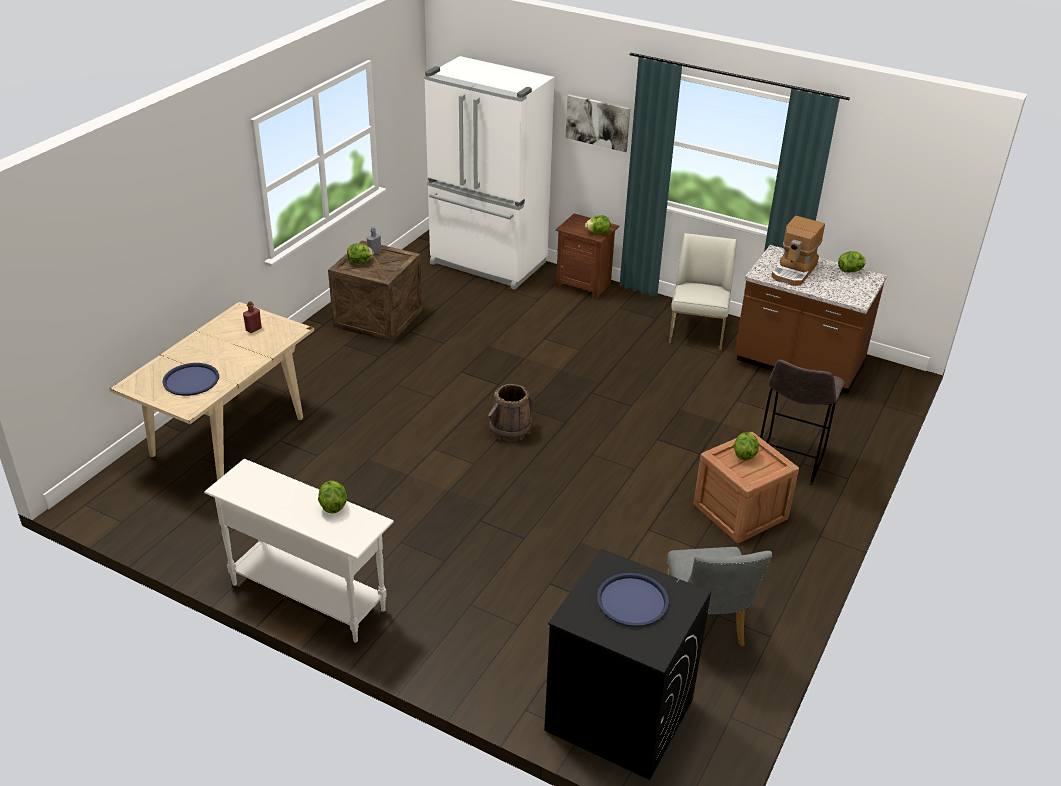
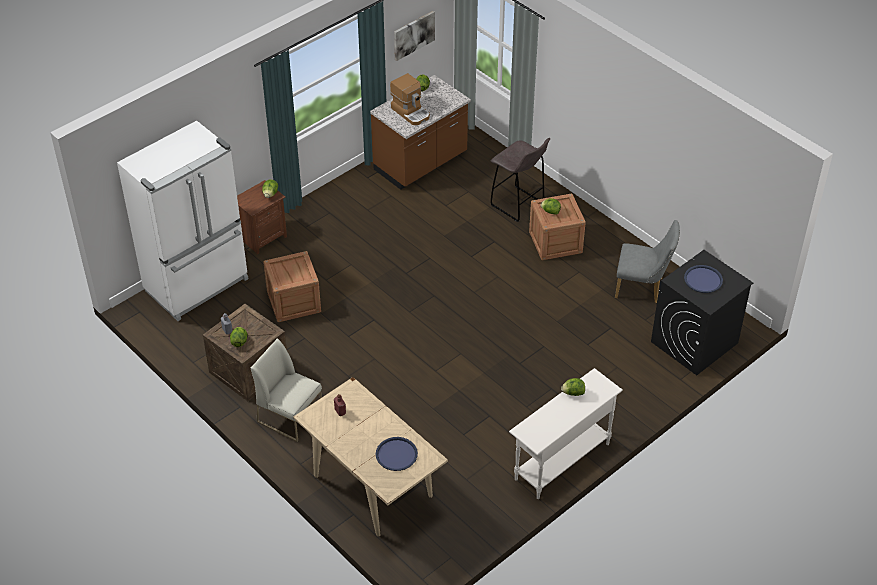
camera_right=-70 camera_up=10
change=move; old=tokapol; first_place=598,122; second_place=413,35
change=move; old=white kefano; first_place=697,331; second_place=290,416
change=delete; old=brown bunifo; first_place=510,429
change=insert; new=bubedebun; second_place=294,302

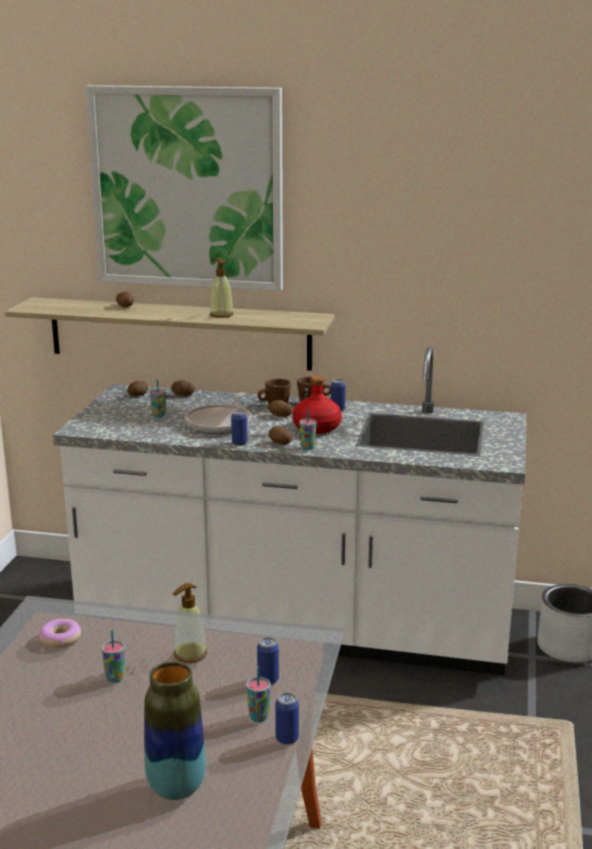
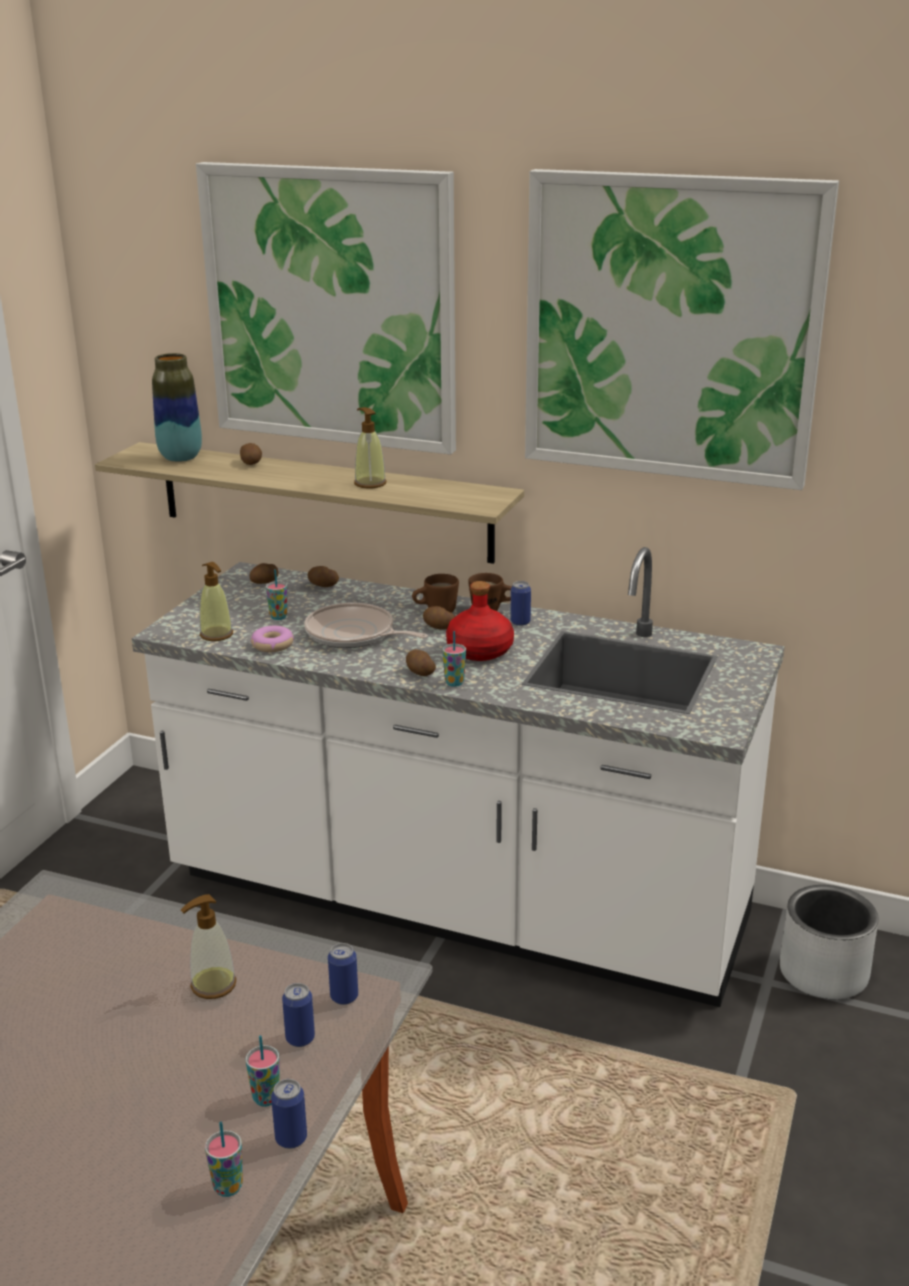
camera_right=10 camera_up=5
change=rotate; old=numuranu; first_place=220,423; second_place=354,634; degrees=90
change=move; old=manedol; first_place=239,443; second_place=344,997
change=move; old=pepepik; first_place=60,639; second_place=272,645
change=move; old=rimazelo; first_place=115,678; second_place=228,1187
change=move; old=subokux; first_place=176,787; second_place=180,457
change=insert; new=tokapol; second_place=671,329
change=insert; new=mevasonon; second_place=216,635

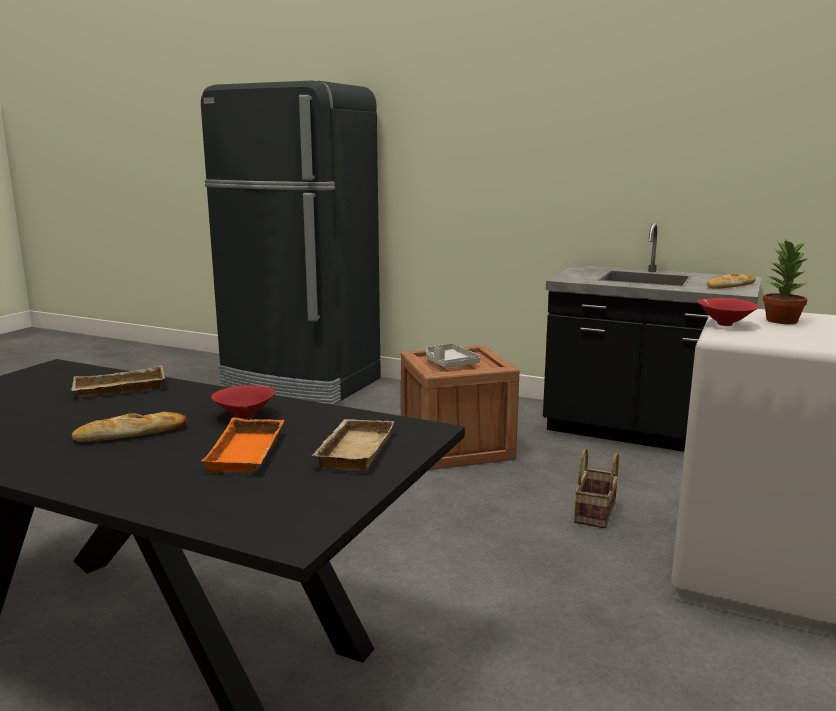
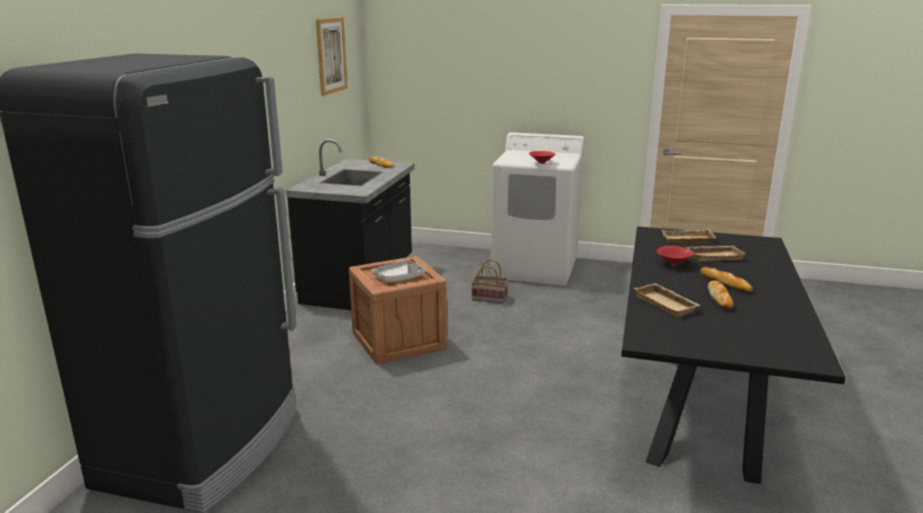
camera_right=-100 camera_up=5
change=delete; old=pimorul; first_place=780,320
change=recolor; old=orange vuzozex; new=beige vuzozex; first_place=249,453; second_place=714,256
change=insert; new=tokapol; second_place=331,55
change=insert; new=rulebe; second_place=719,298

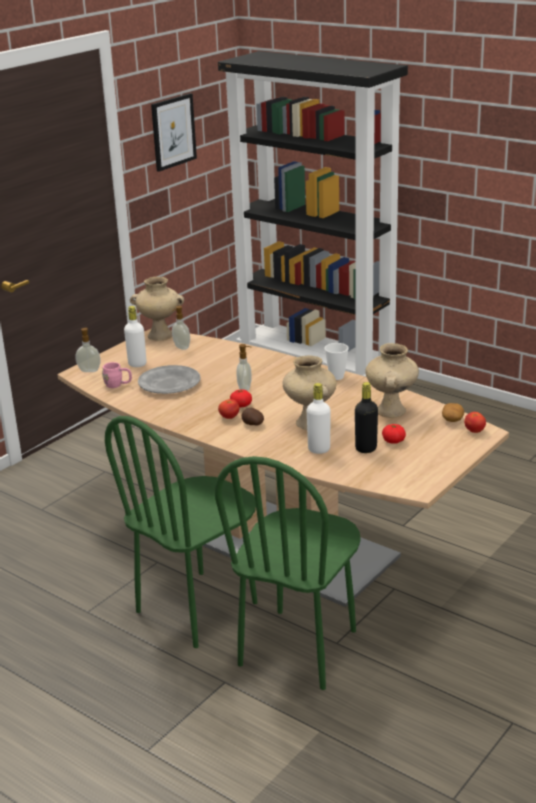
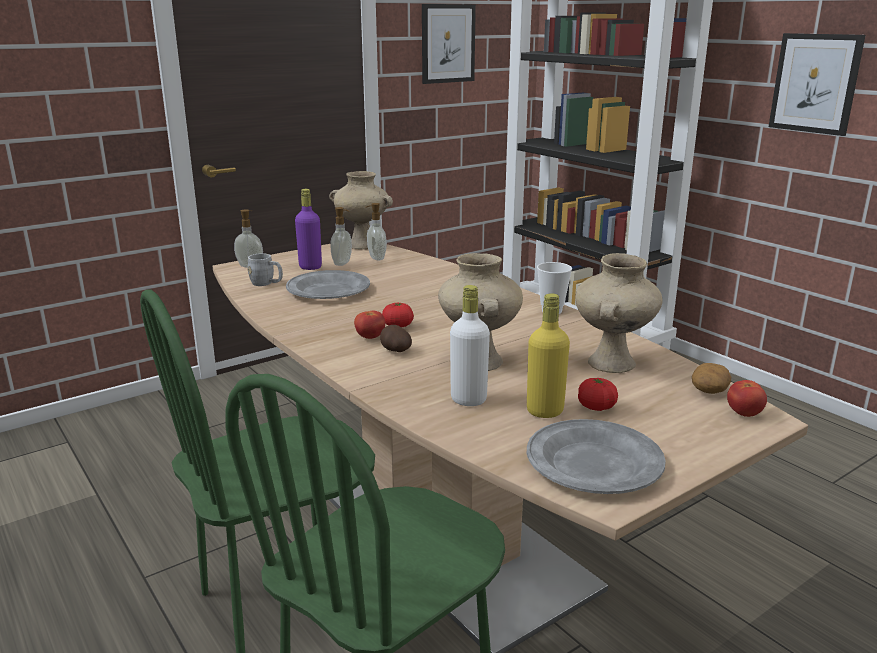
camera_right=15 camera_up=-5
change=recolor; old=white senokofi; new=purple senokofi; first_place=137,364; second_place=310,267
change=move; old=mevasonon; first_place=245,388; second_place=342,263
change=recolor; old=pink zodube; new=grey zodube; first_place=118,385; second_place=266,283
change=recolor; old=black senokofi; new=yellow senokofi; first_place=366,449; second_place=545,411
change=insert; new=tokapol; second_place=815,83
change=insert; new=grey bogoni; second_place=594,463

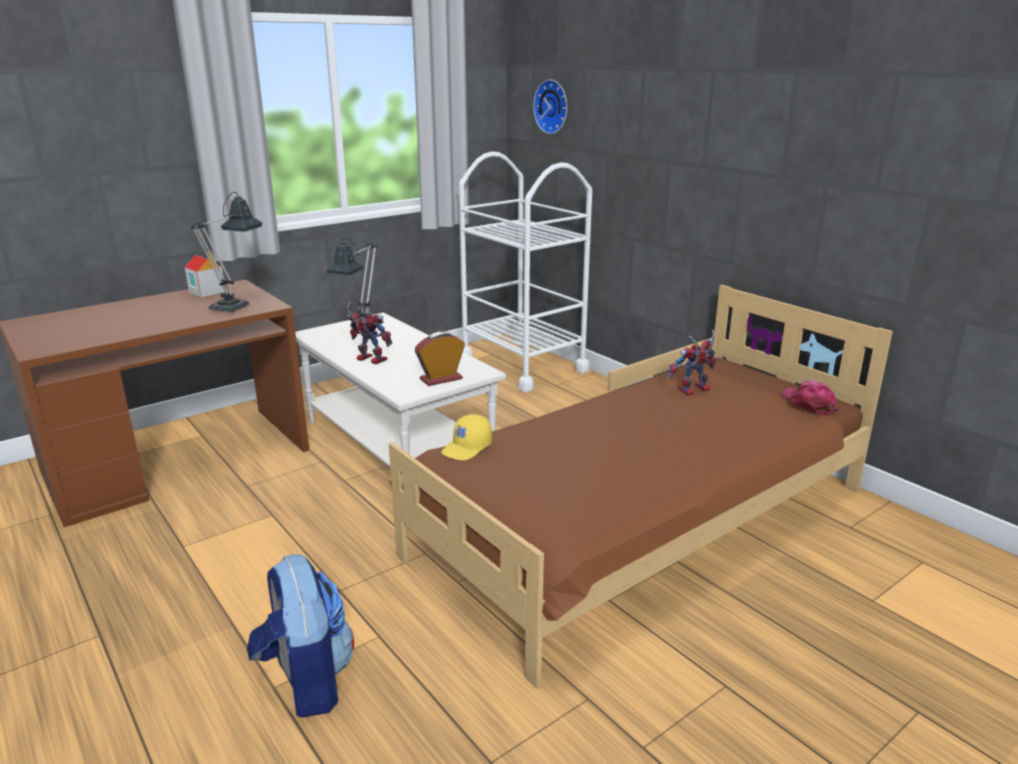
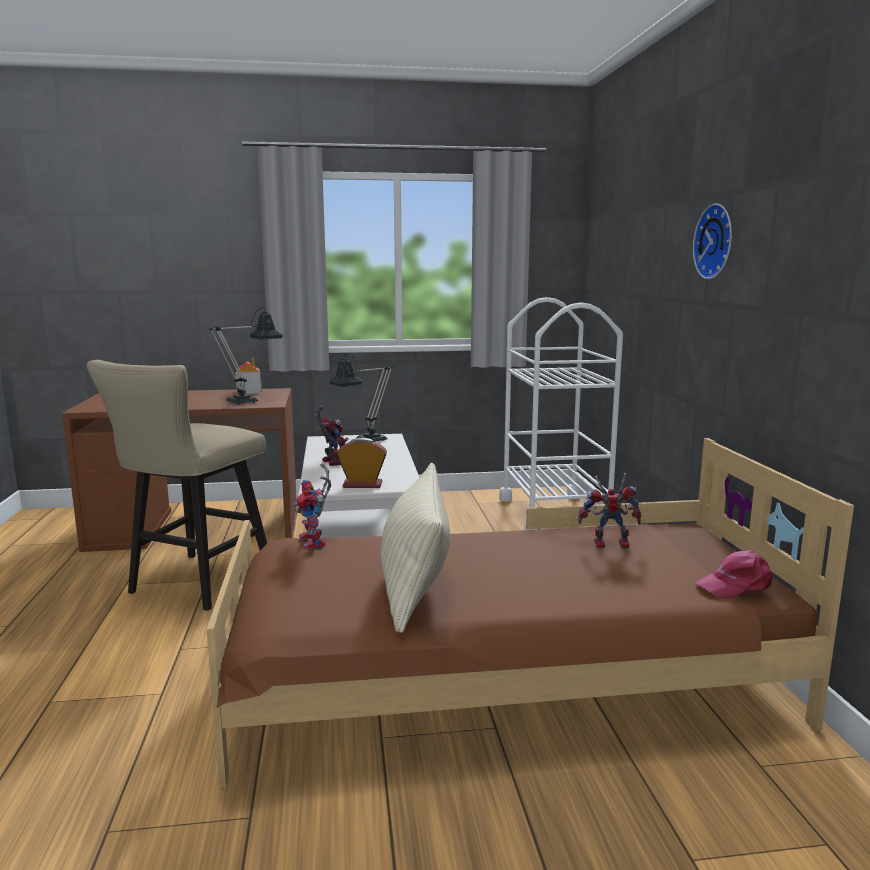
camera_right=30 camera_up=-10
change=move; old=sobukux; first_place=553,106; second_place=717,242
change=rotate; old=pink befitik; first_place=808,403; second_place=735,585; degrees=-120
change=replace; old=yellow befitik; new=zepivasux; first_place=467,448; second_place=315,542
change=delete; old=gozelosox; first_place=306,681
change=insert; new=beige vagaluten; second_place=194,585
change=insert; new=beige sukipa; second_place=415,586

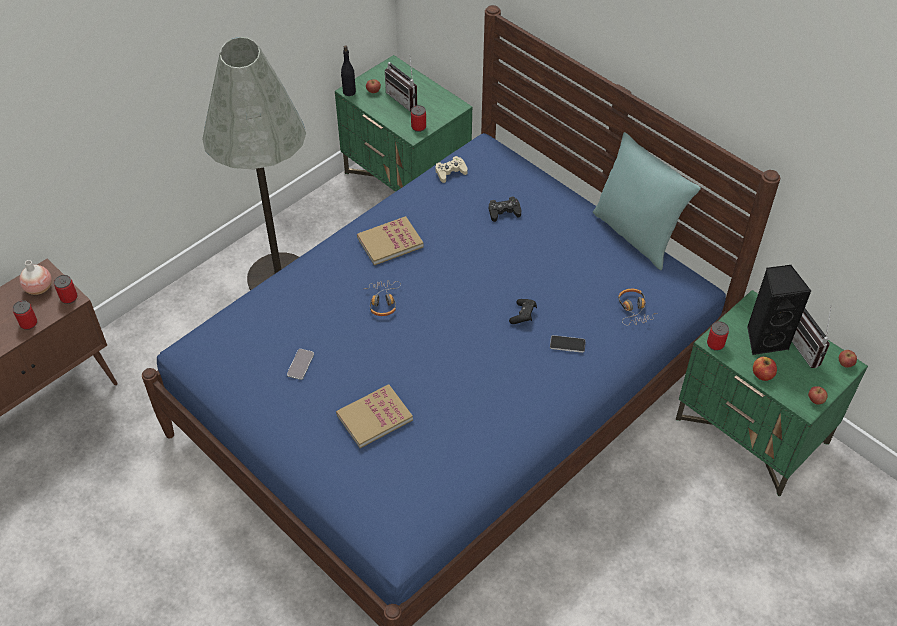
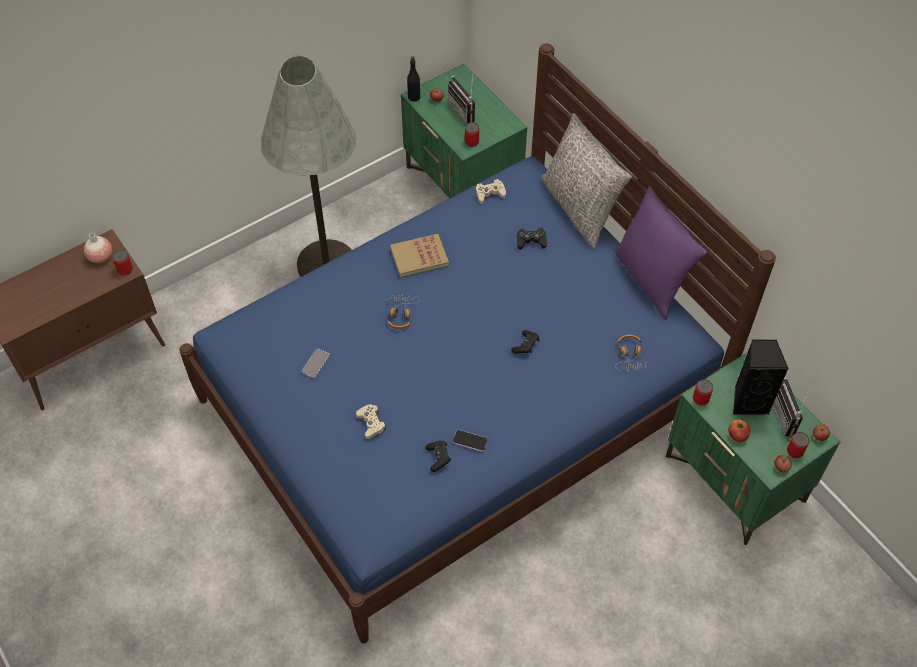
camera_right=10 camera_up=5
change=recolor; old=turquoise sukipa; new=purple sukipa; first_place=636,234; second_place=651,280
change=move; old=manedol; first_place=28,323; second_place=795,451
change=move; old=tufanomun; first_place=567,344; second_place=470,441
change=replace; old=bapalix; new=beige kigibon; first_place=374,417; second_place=371,423
change=insert; new=grey sukipa; second_place=580,208
change=insert; new=black kigibon; second_place=438,458

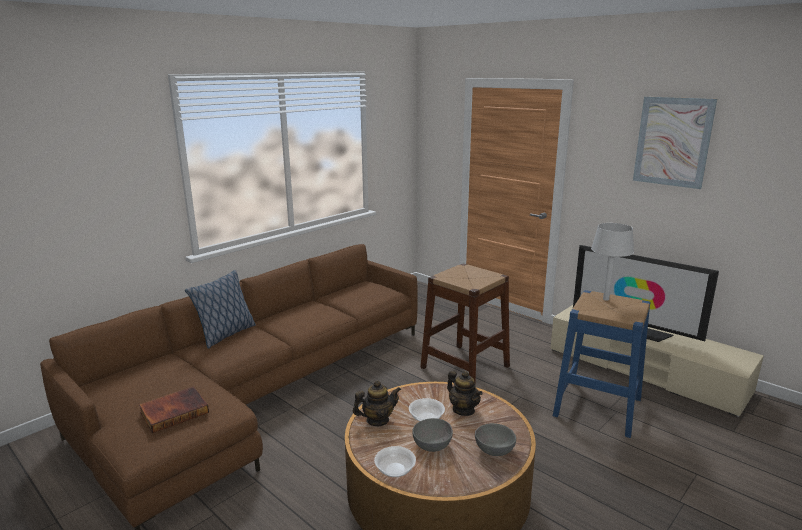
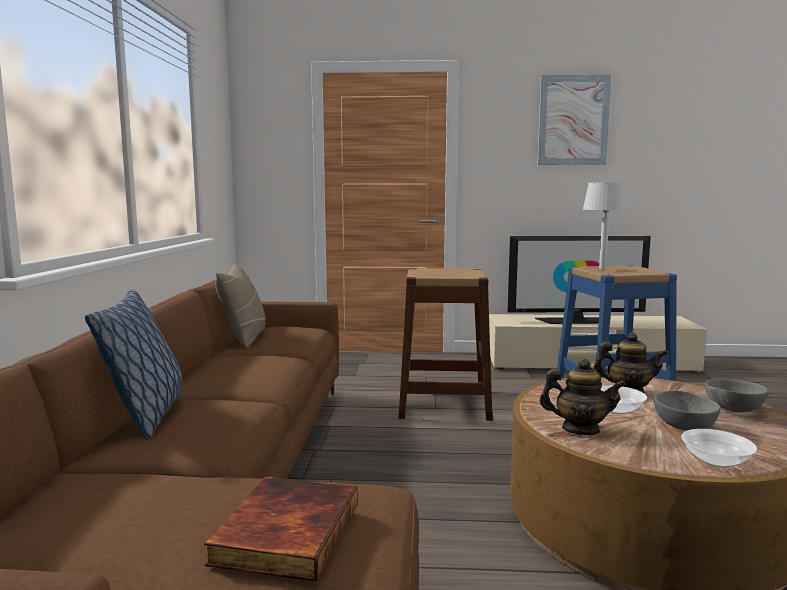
camera_right=-40 camera_up=-10
change=rotate; old=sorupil; first_place=377,420; second_place=580,429; degrees=75
change=insert; new=beige sukipa; second_place=244,338

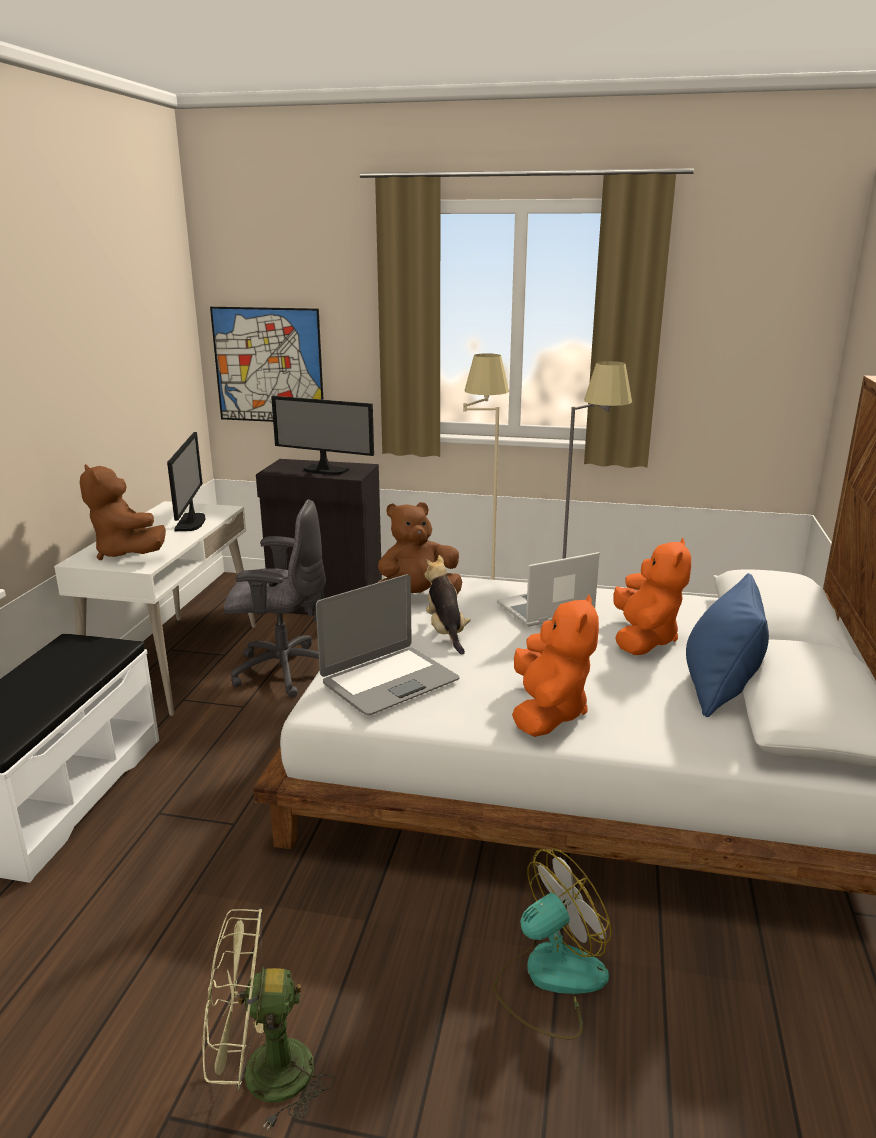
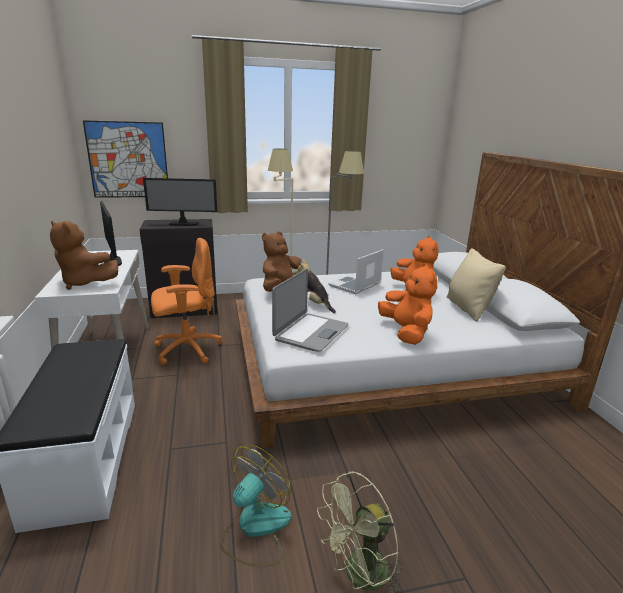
camera_right=-25 camera_up=0
change=recolor; old=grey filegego; new=orange filegego; first_place=282,670; second_place=186,349
change=recolor; old=blue sukipa; new=beige sukipa; first_place=719,689; second_place=468,308
change=move; old=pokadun; first_place=549,979; second_place=255,528

